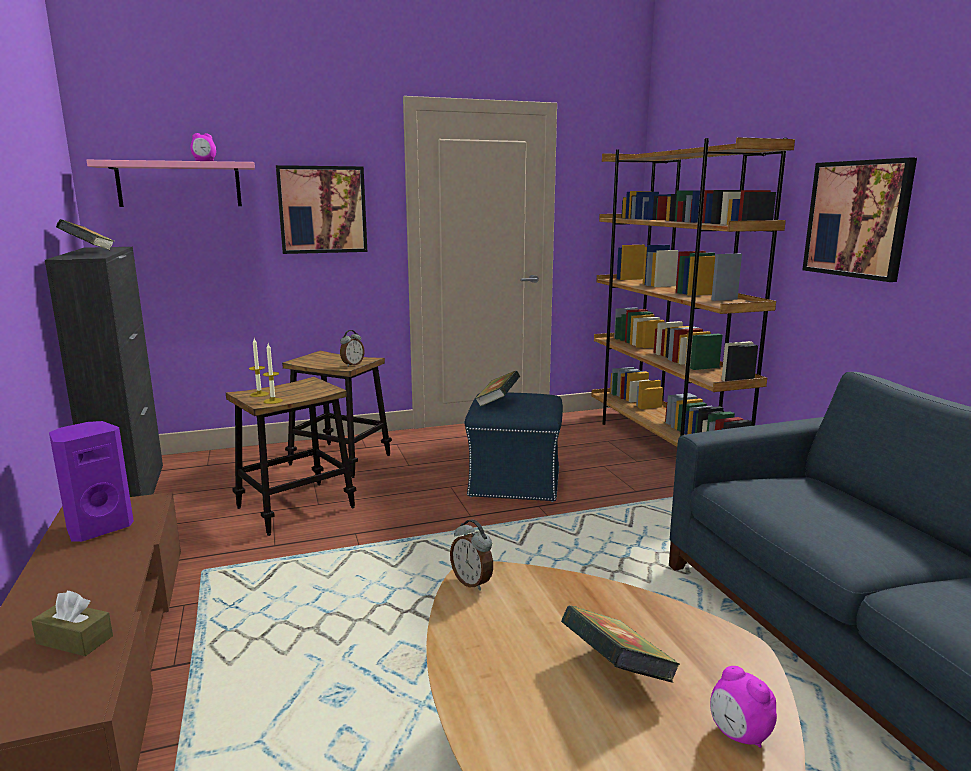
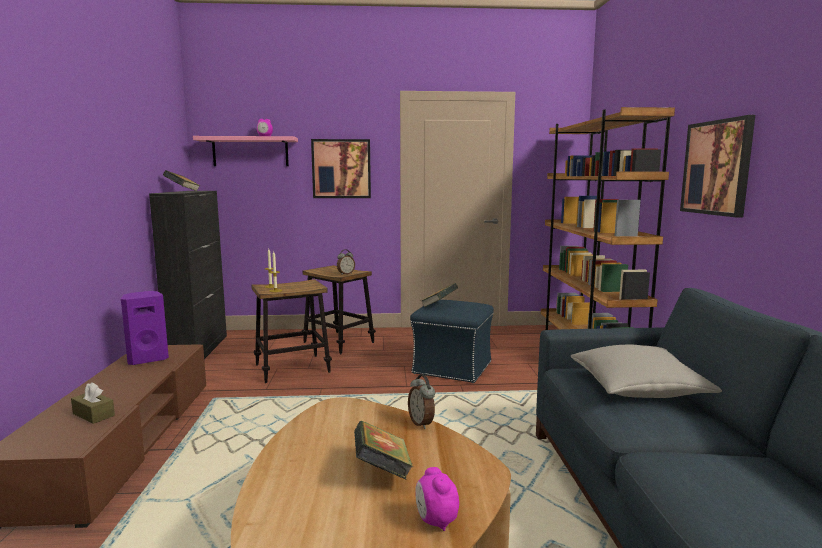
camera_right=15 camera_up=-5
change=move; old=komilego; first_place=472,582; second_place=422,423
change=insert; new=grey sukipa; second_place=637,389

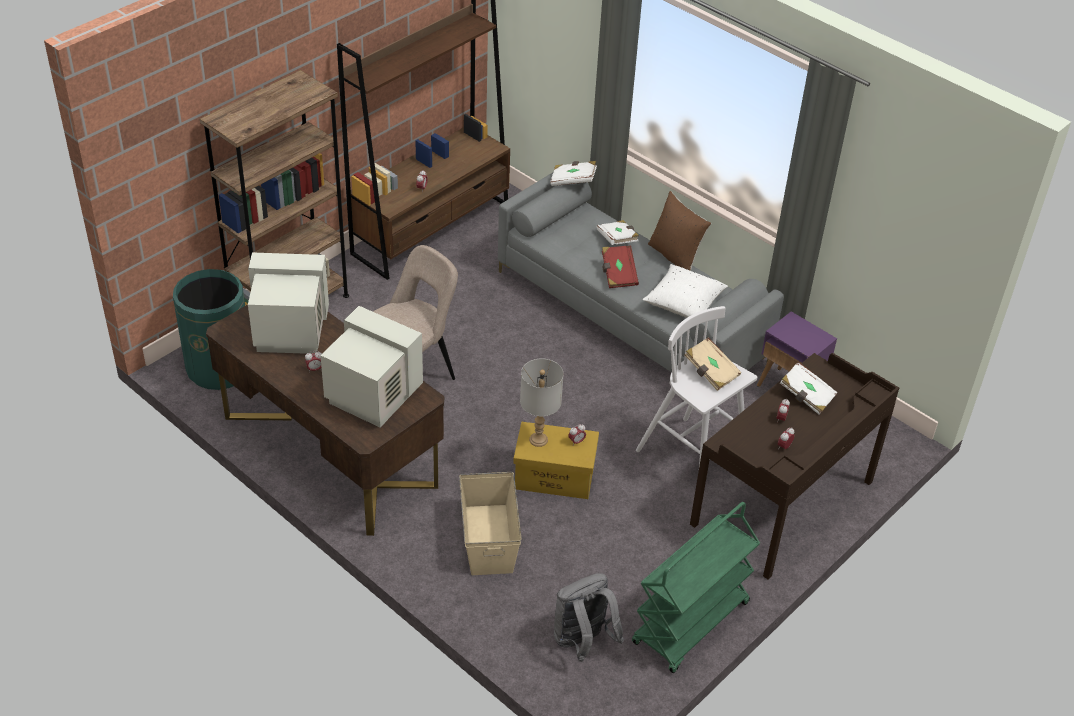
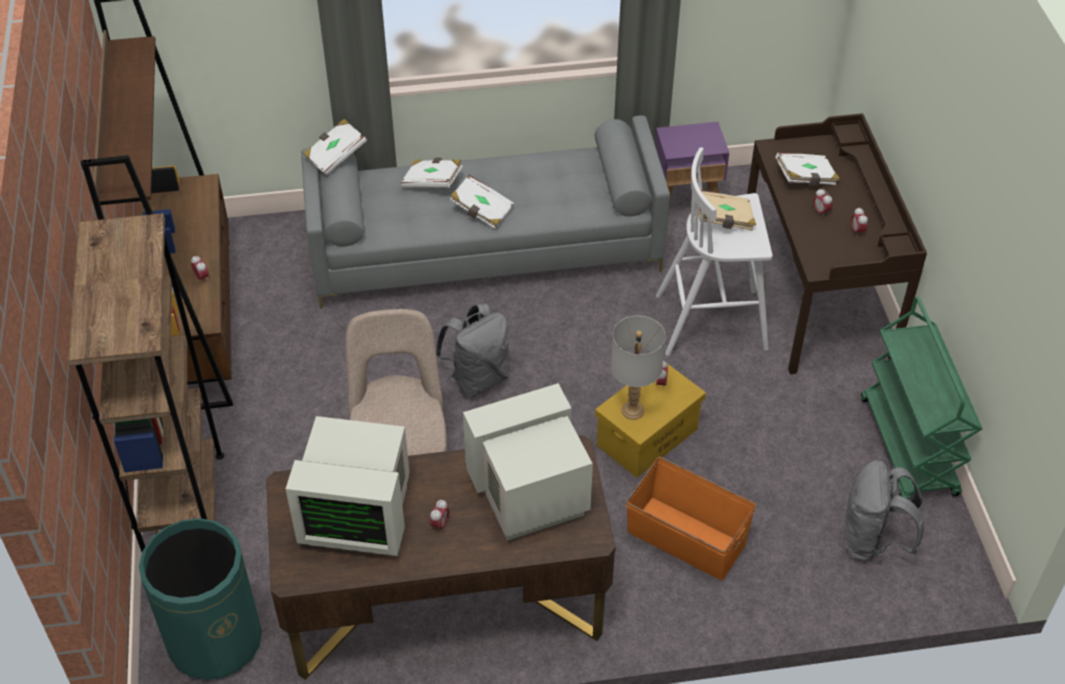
camera_right=-50 camera_up=5
change=delete; old=brown sukipa; first_place=675,257
change=recolor; old=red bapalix; new=white bapalix; first_place=618,274; second_place=481,211
change=rotate; old=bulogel; first_place=290,333; second_place=358,515; degrees=-120
change=delete; old=white sukipa; first_place=684,303
change=recolor; old=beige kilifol; new=orange kilifol; first_place=488,539; second_place=686,539
change=insert; new=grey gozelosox; second_place=477,379

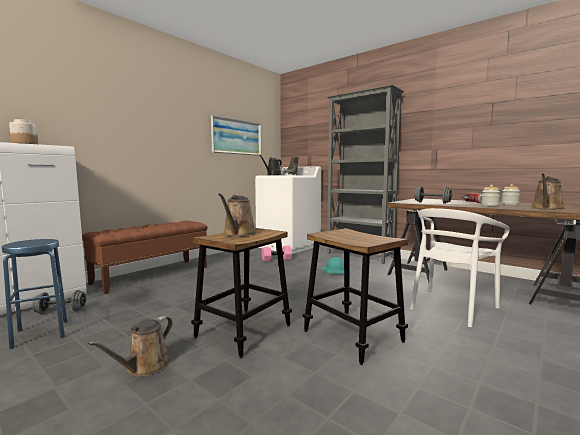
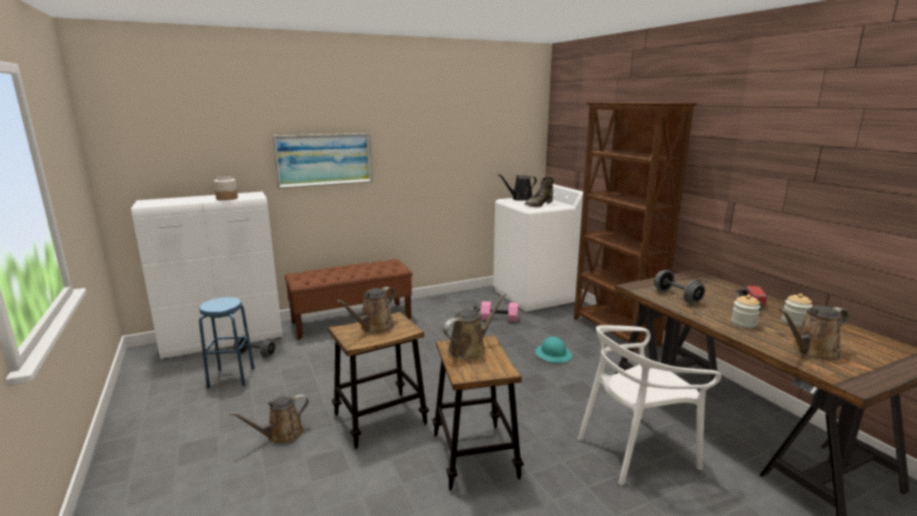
camera_right=25 camera_up=10
change=recolor; old=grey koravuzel; new=brown koravuzel; first_place=360,256; second_place=615,332
change=move; old=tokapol; first_place=237,137; second_place=324,159
change=insert; new=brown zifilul; second_place=470,349

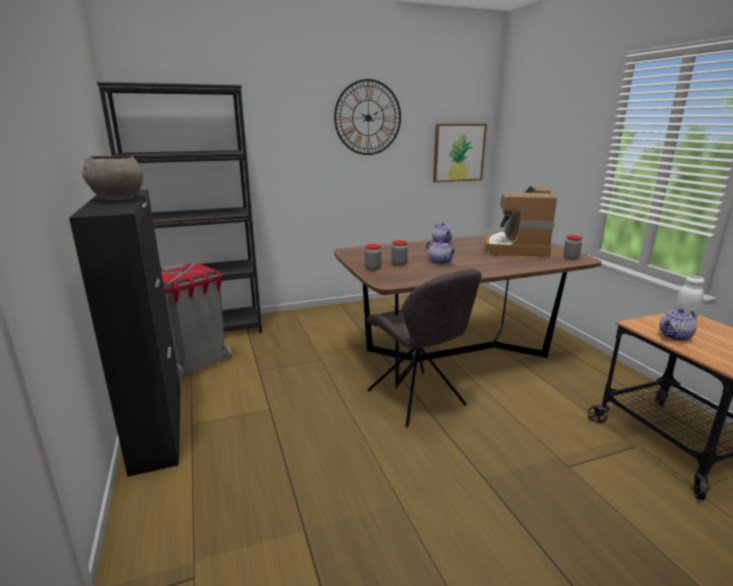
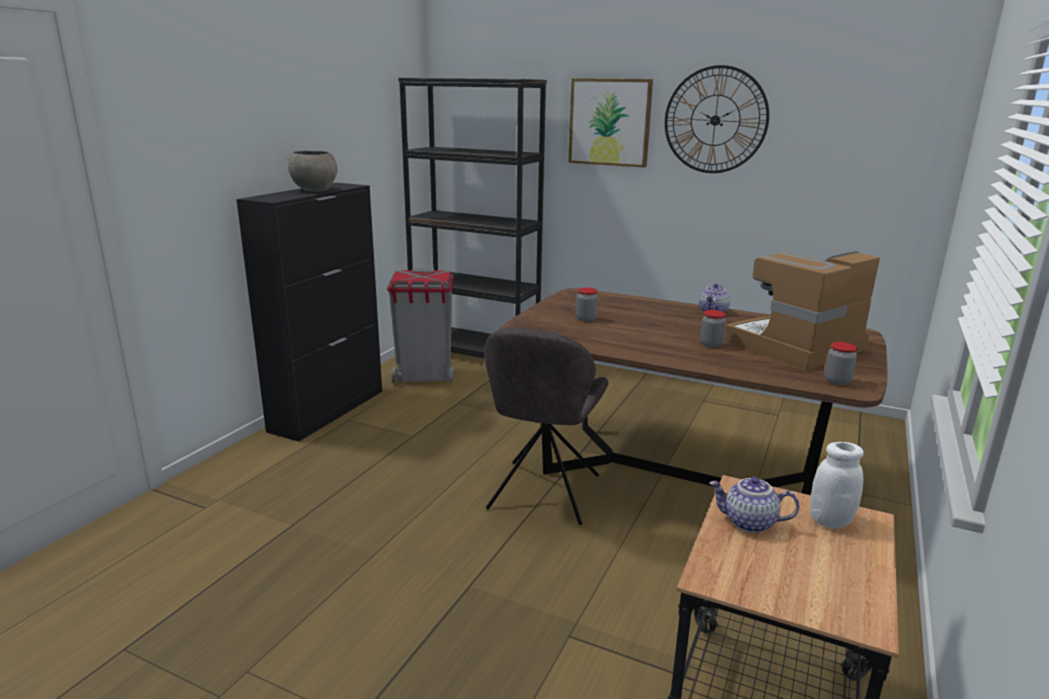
camera_right=45 camera_up=0
change=move; old=tokapol; first_place=458,152; second_place=609,122
change=delete; old=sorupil; first_place=440,262
change=move; old=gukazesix; first_place=373,268; second_place=711,344

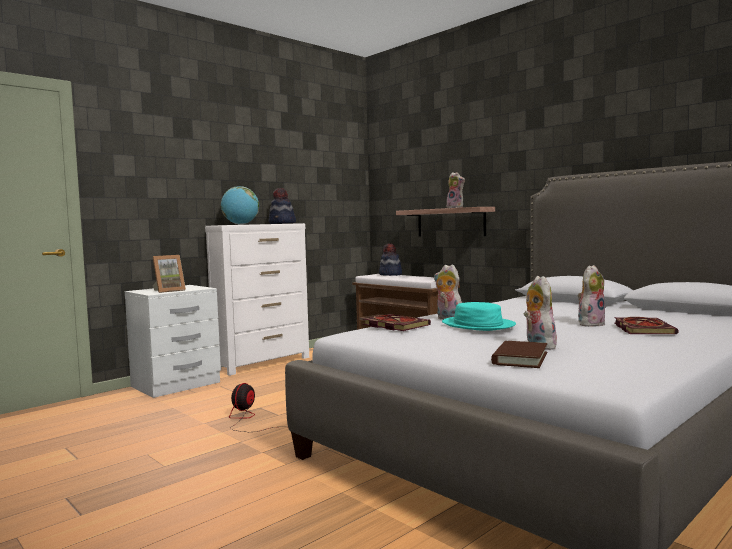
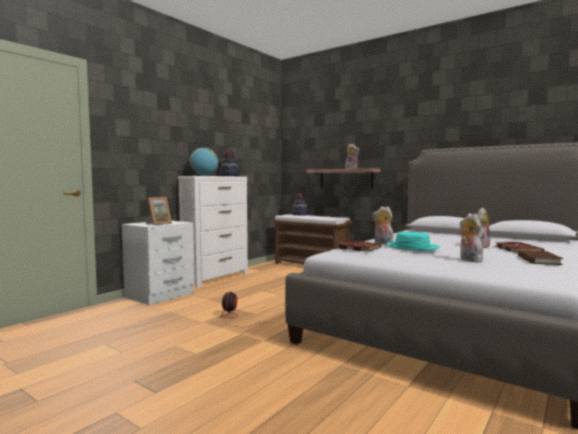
camera_right=-10 camera_up=0
change=move; old=brown bapalix; first_place=520,358; second_place=538,260

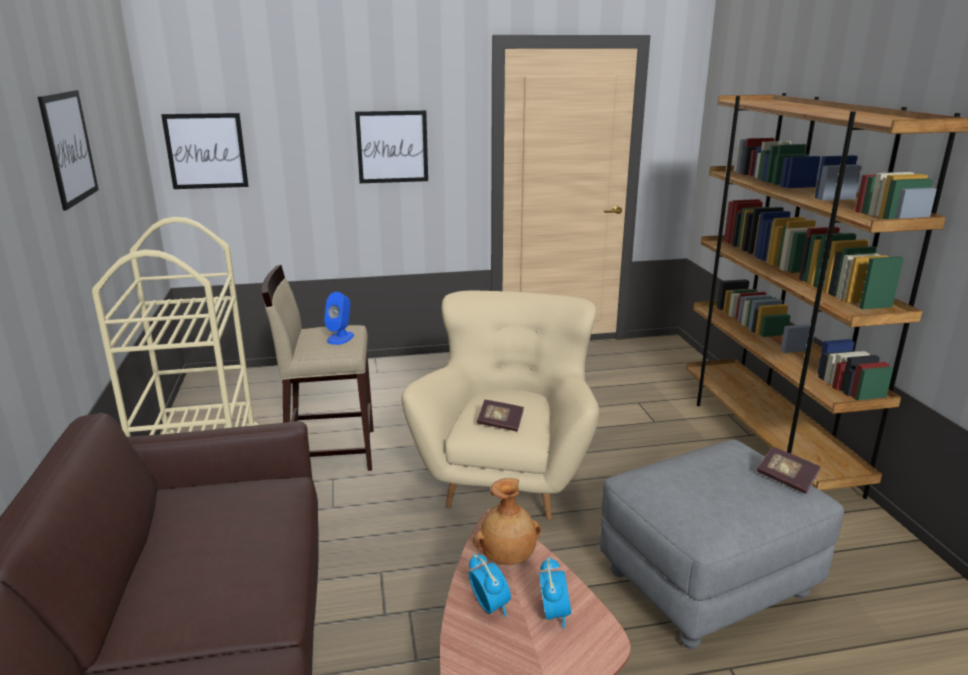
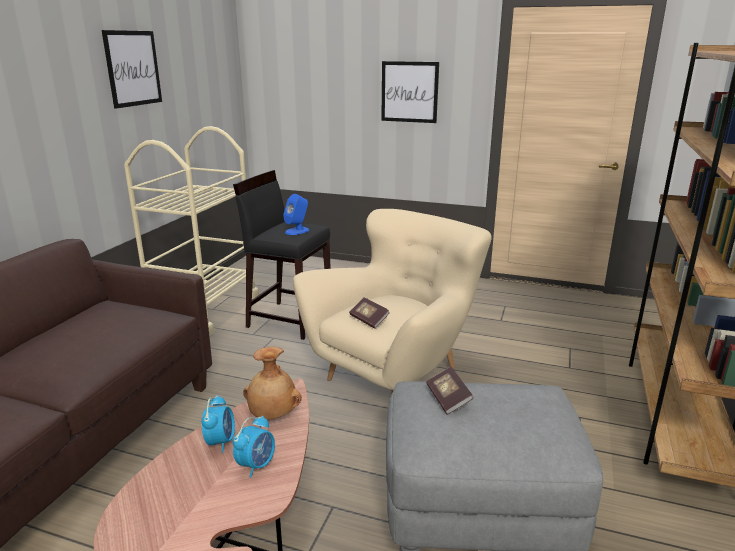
camera_right=30 camera_up=0
change=delete; old=tokapol; first_place=206,151
change=recolor; old=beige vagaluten; new=black vagaluten; first_place=330,451; second_place=289,319
change=move; old=bapalix; first_place=786,479; second_place=448,399

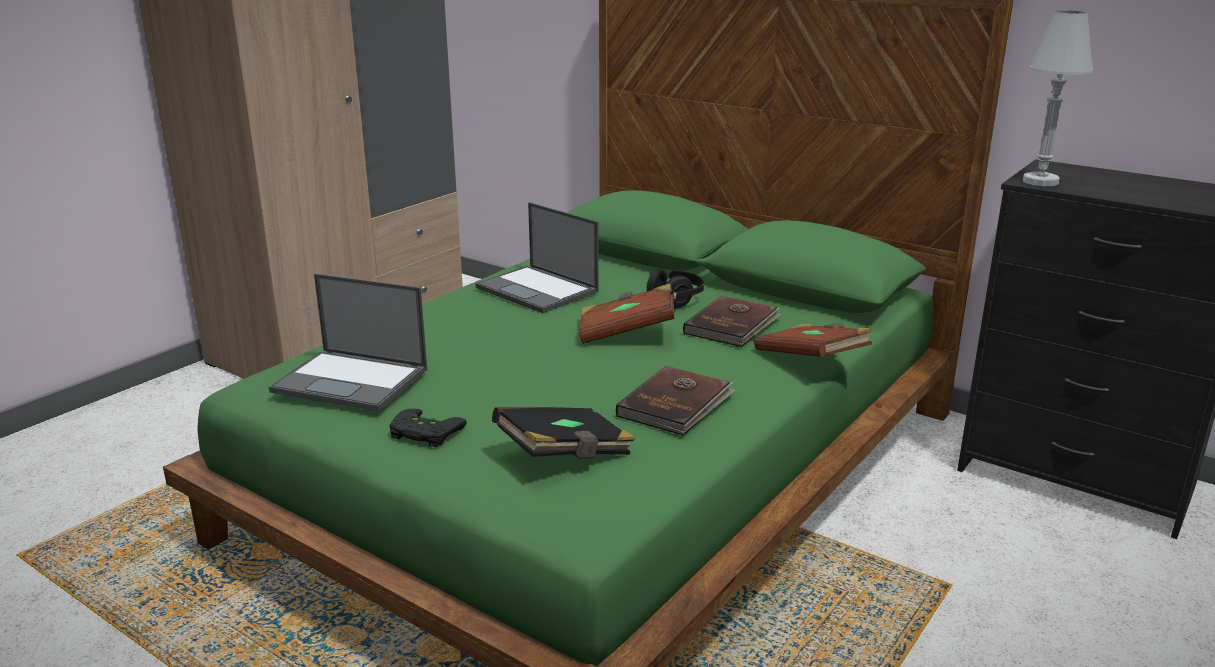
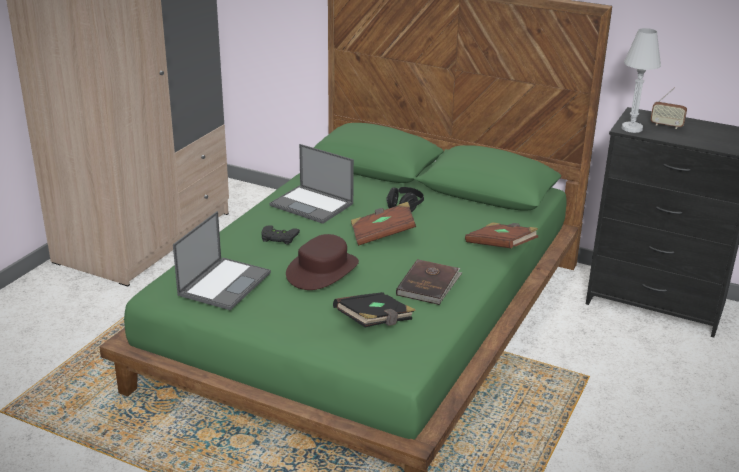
camera_right=-10 camera_up=5
change=rotate; old=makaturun; first_place=352,380; second_place=225,283; degrees=-75
change=delete; old=brown bapalix; first_place=733,325
change=move; old=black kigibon; first_place=423,434; second_place=278,238
change=insert; new=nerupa; second_place=666,126
change=insert; new=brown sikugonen; second_place=323,270

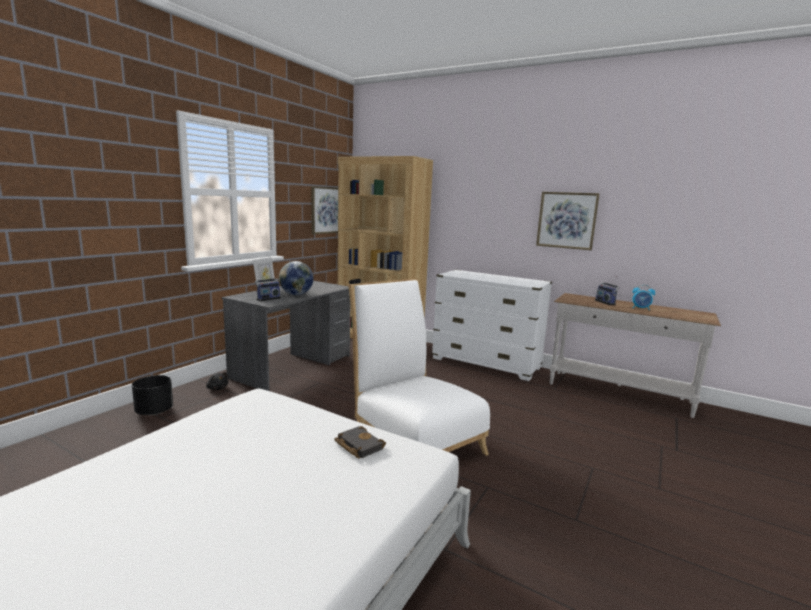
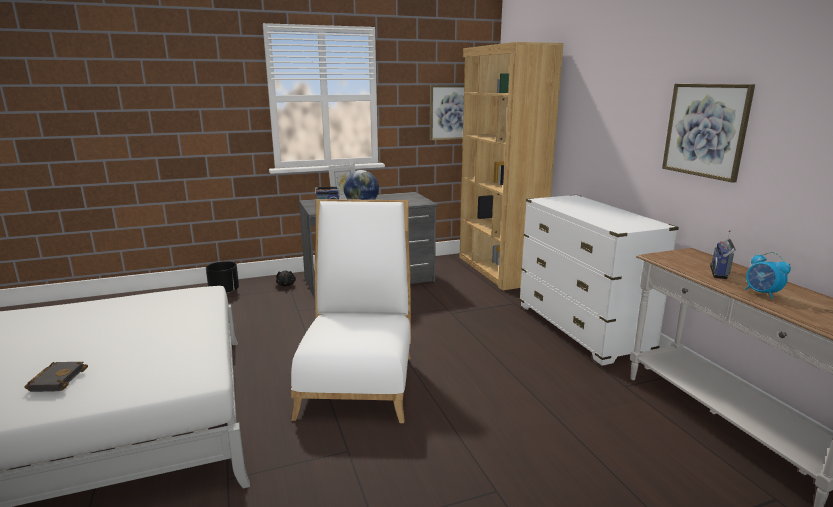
camera_right=40 camera_up=5
change=move; old=black bapalix; first_place=357,445; second_place=57,379

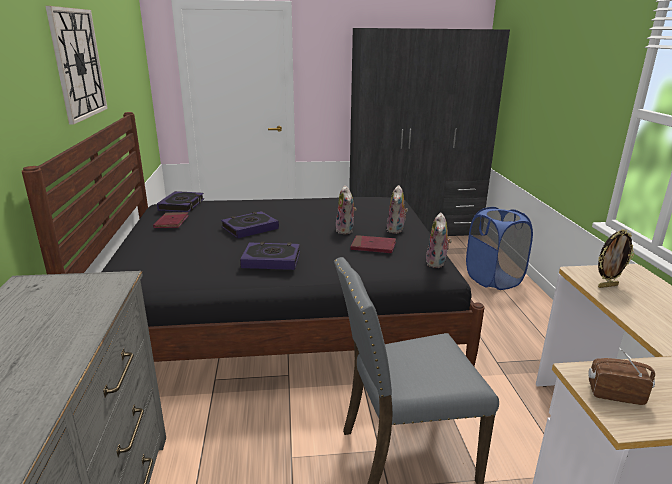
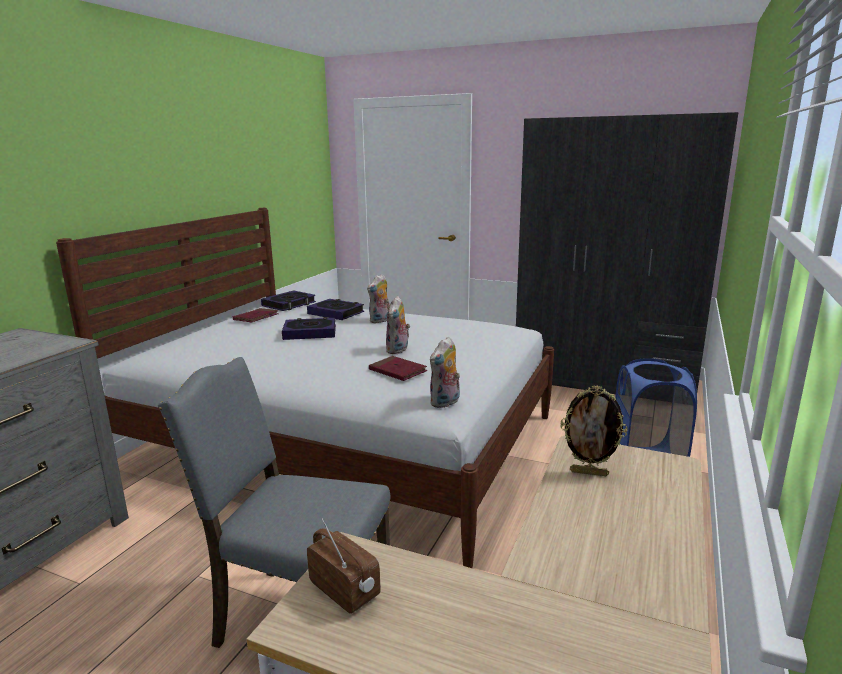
camera_right=30 camera_up=-5
change=delete; old=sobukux; first_place=78,64
change=recolor; old=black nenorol; new=white nenorol; first_place=283,316; second_place=345,441
change=move; old=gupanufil; first_place=396,230; second_place=380,321
change=move; old=bapalix; first_place=271,260; second_place=336,313

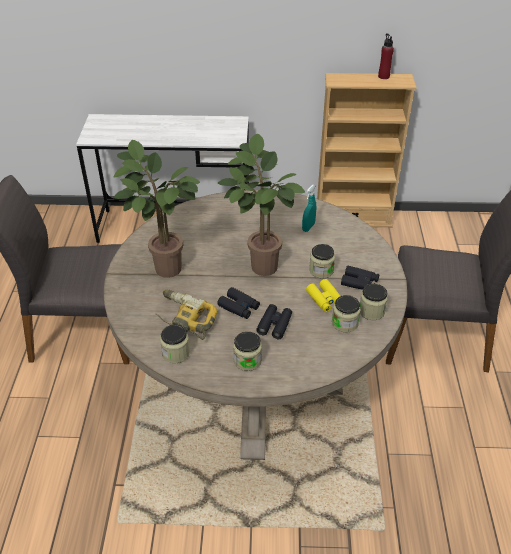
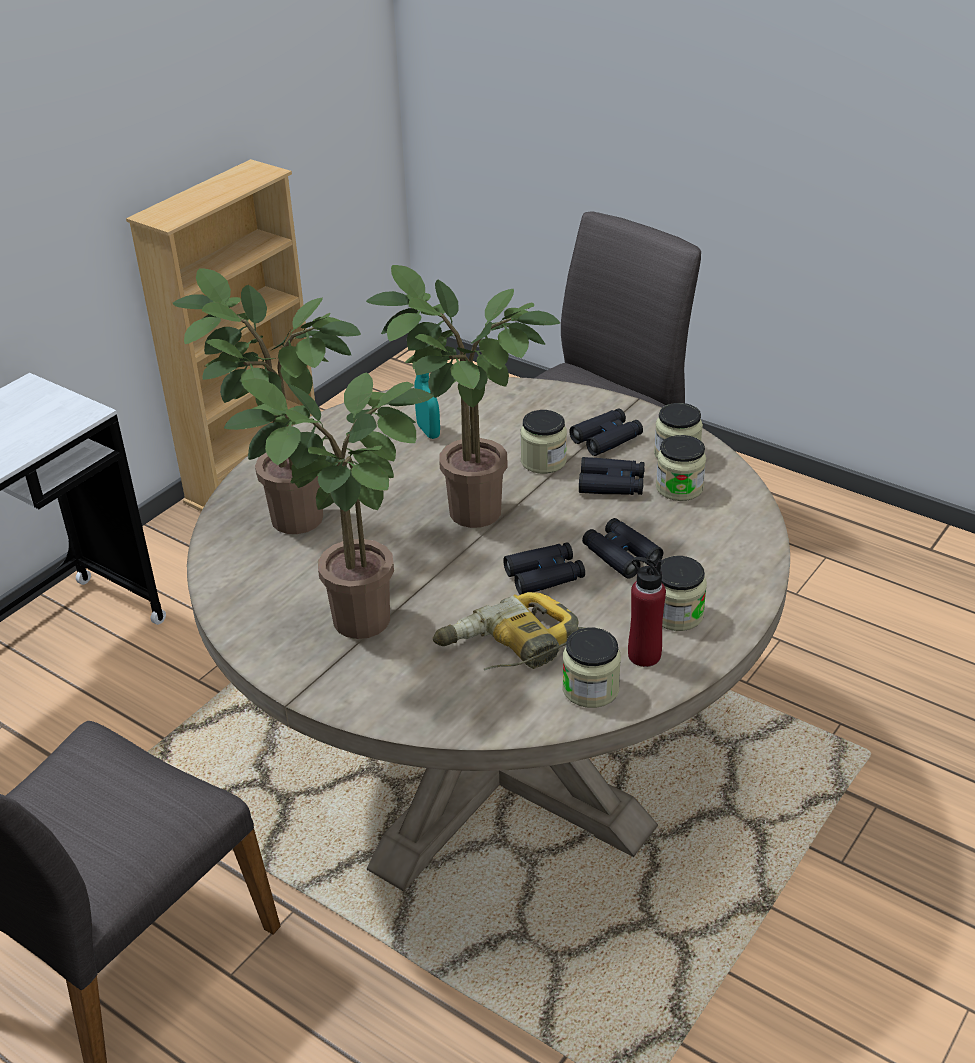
camera_right=-55 camera_up=-5
change=move; old=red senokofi; first_place=383,76; second_place=644,655
change=recolor; old=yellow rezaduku; new=black rezaduku; first_place=325,299; second_place=611,484
change=insert; new=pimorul; second_place=288,522

